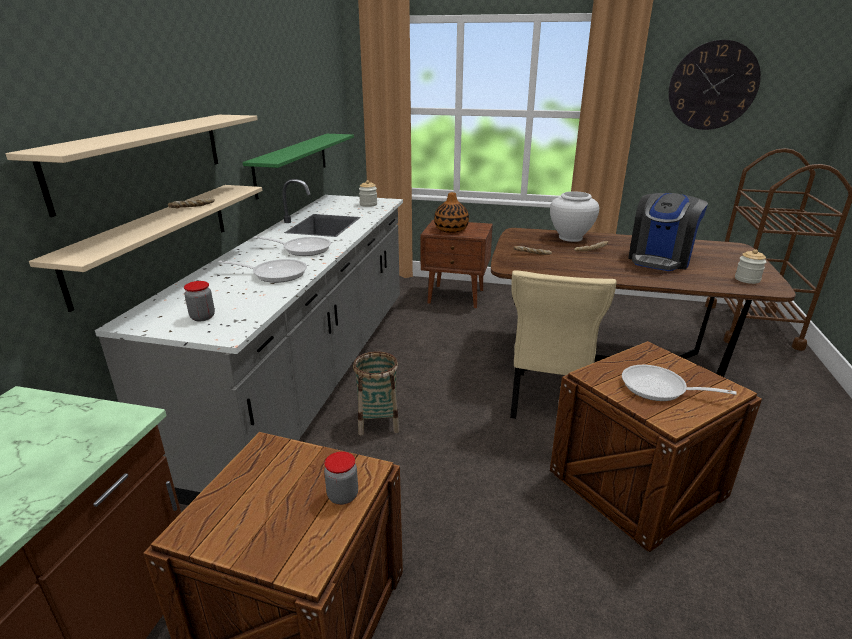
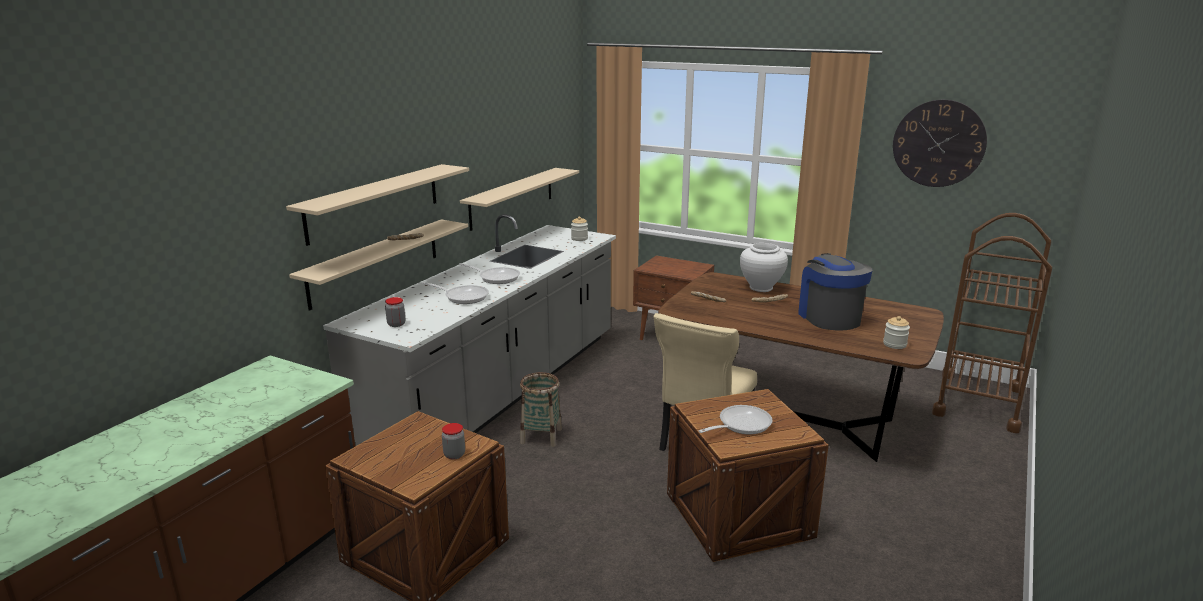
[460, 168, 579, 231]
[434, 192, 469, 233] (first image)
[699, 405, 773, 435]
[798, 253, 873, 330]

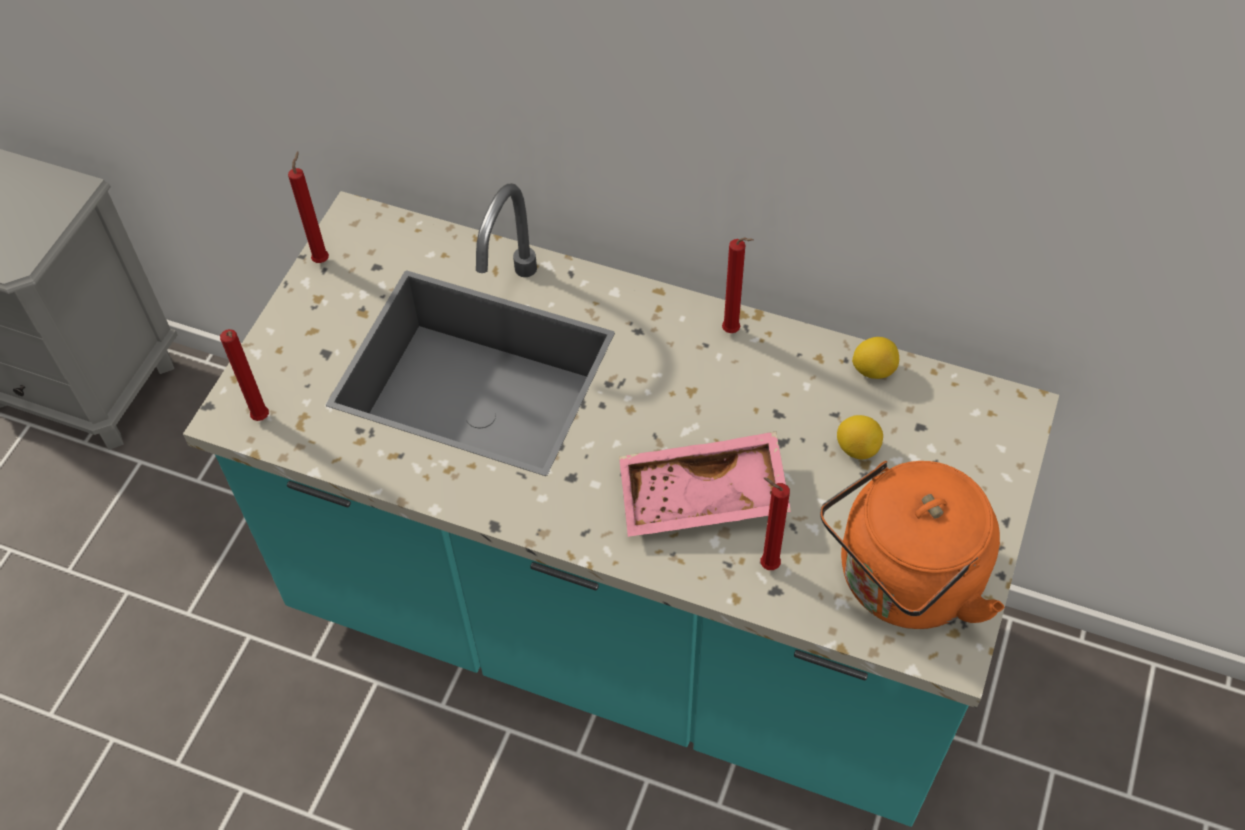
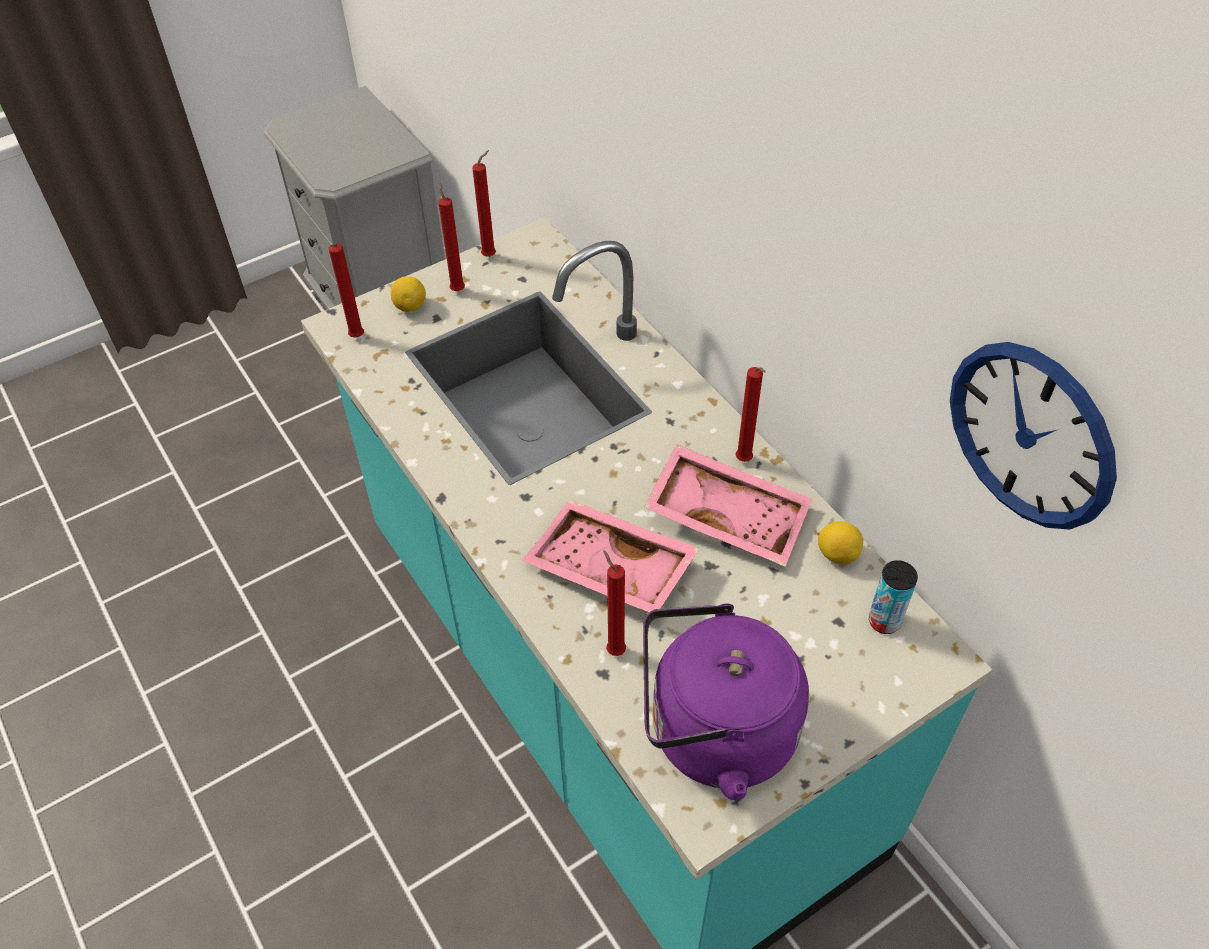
[643, 604, 809, 800]
[390, 276, 426, 312]
[439, 182, 465, 291]
[644, 444, 812, 567]
[869, 560, 918, 634]
[950, 342, 1117, 530]

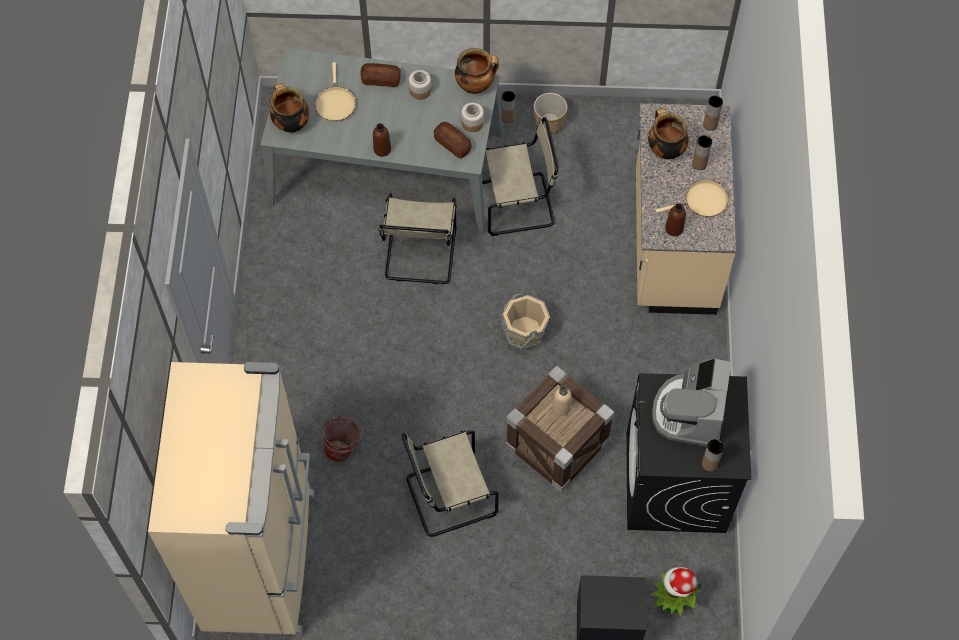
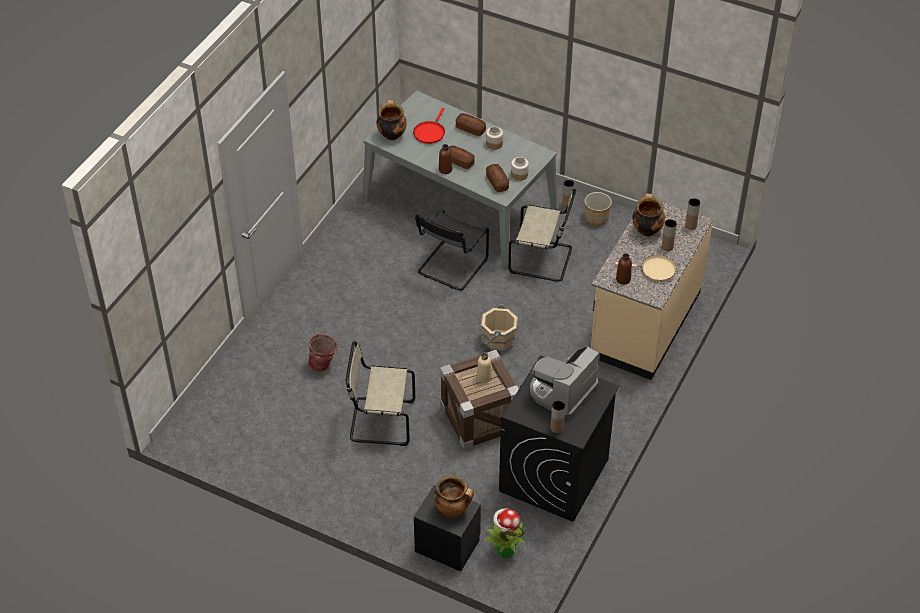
[148, 362, 315, 635] (first image)
[413, 108, 445, 144]
[415, 210, 489, 291]
[433, 475, 474, 517]
[448, 146, 475, 169]

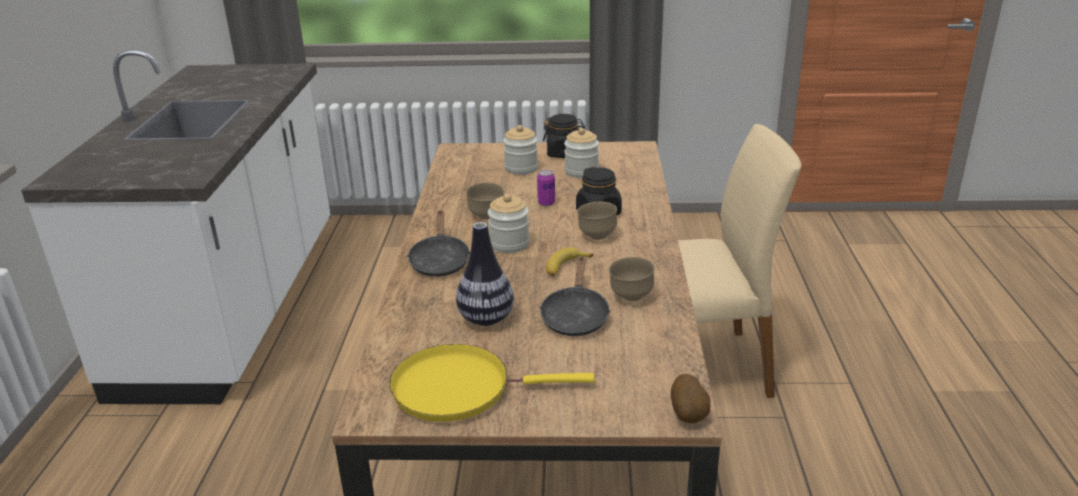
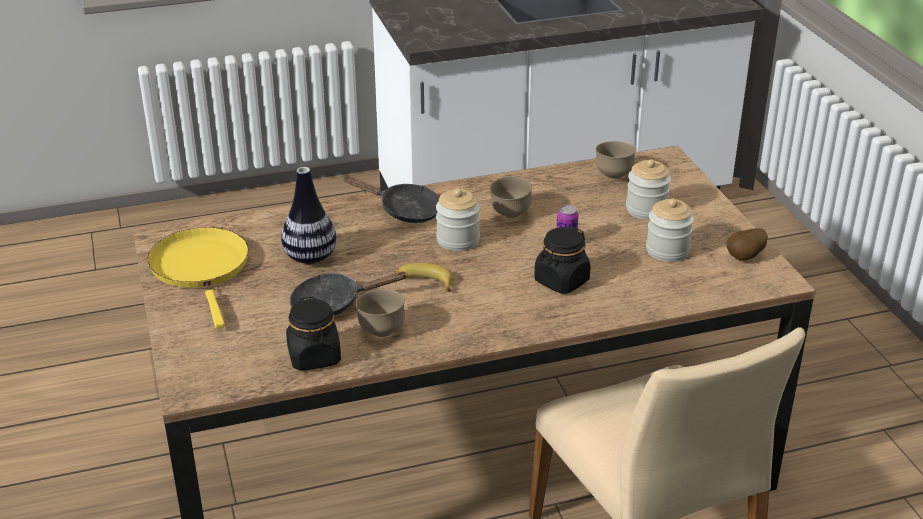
[343, 176, 439, 223]
[286, 296, 341, 370]
[596, 141, 636, 179]
[727, 228, 768, 260]

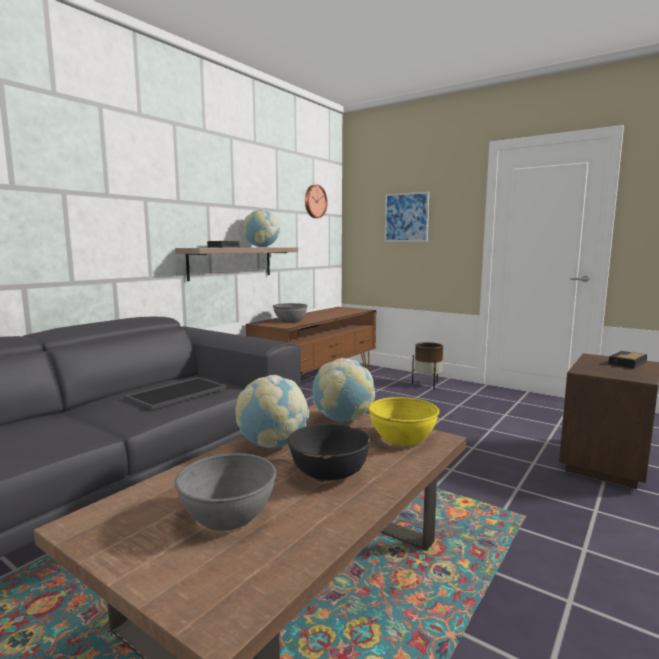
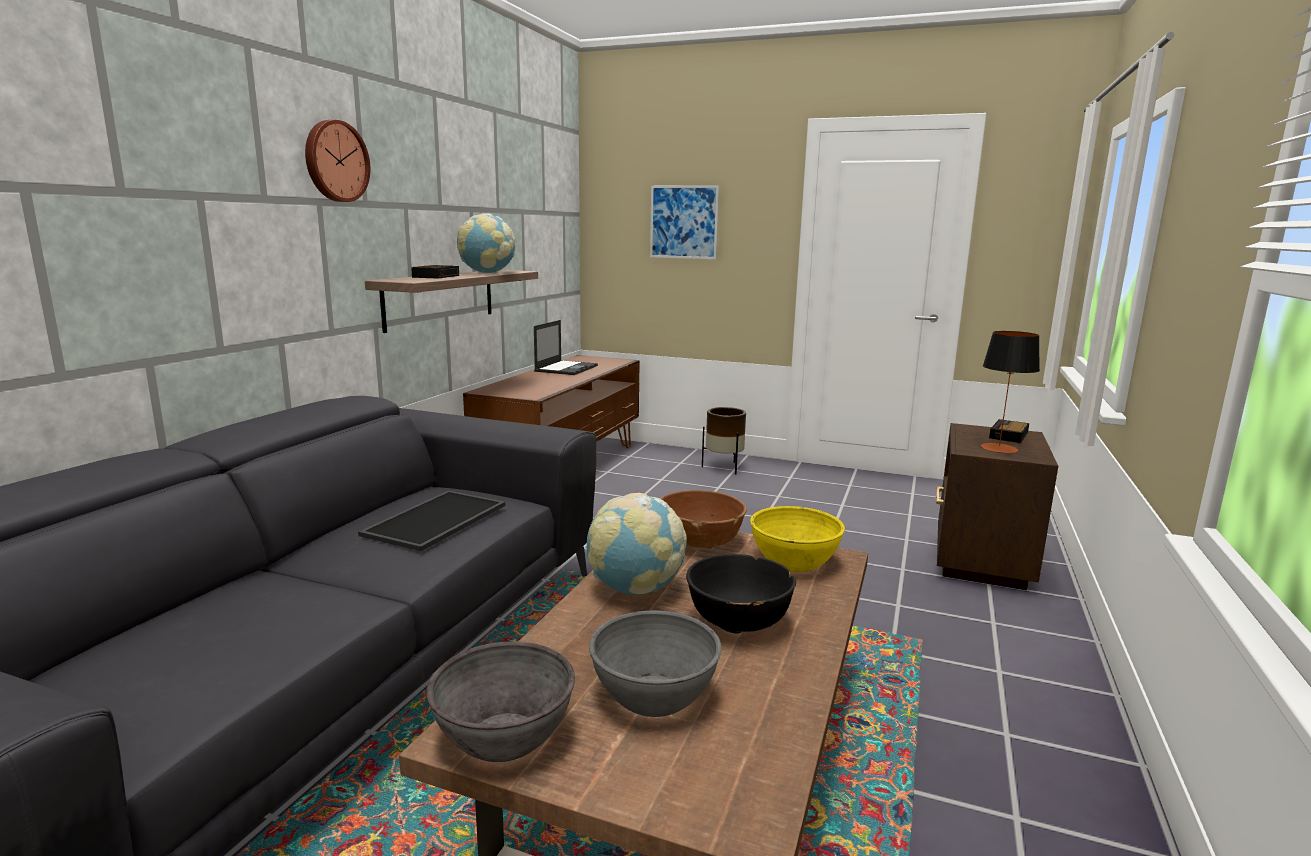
[426, 641, 575, 762]
[305, 120, 371, 202]
[661, 490, 746, 549]
[534, 320, 598, 375]
[981, 331, 1040, 453]

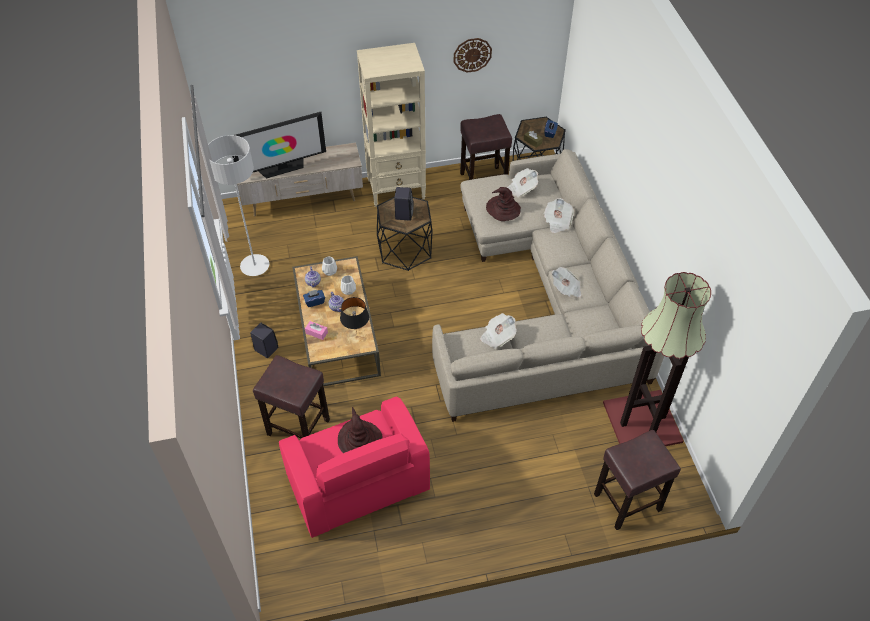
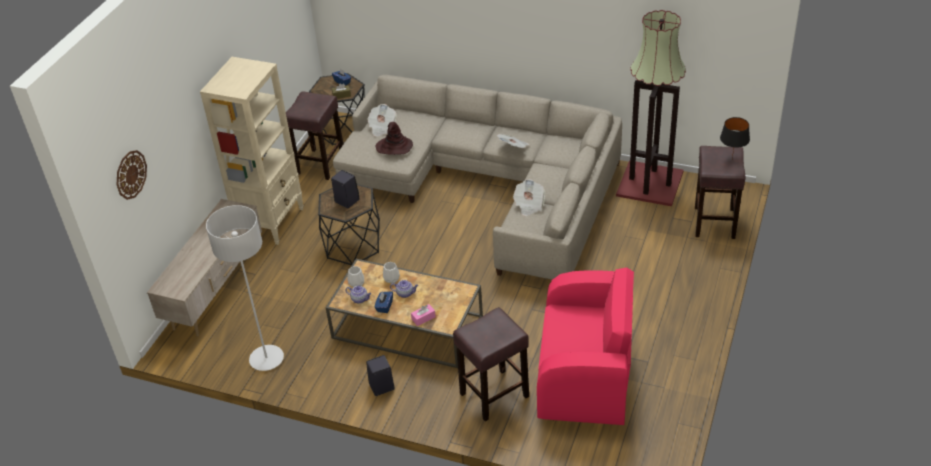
[232, 112, 326, 178] (first image)
[338, 407, 383, 453] (first image)
[720, 117, 750, 159]
[116, 150, 147, 200]
[544, 198, 574, 233] (first image)

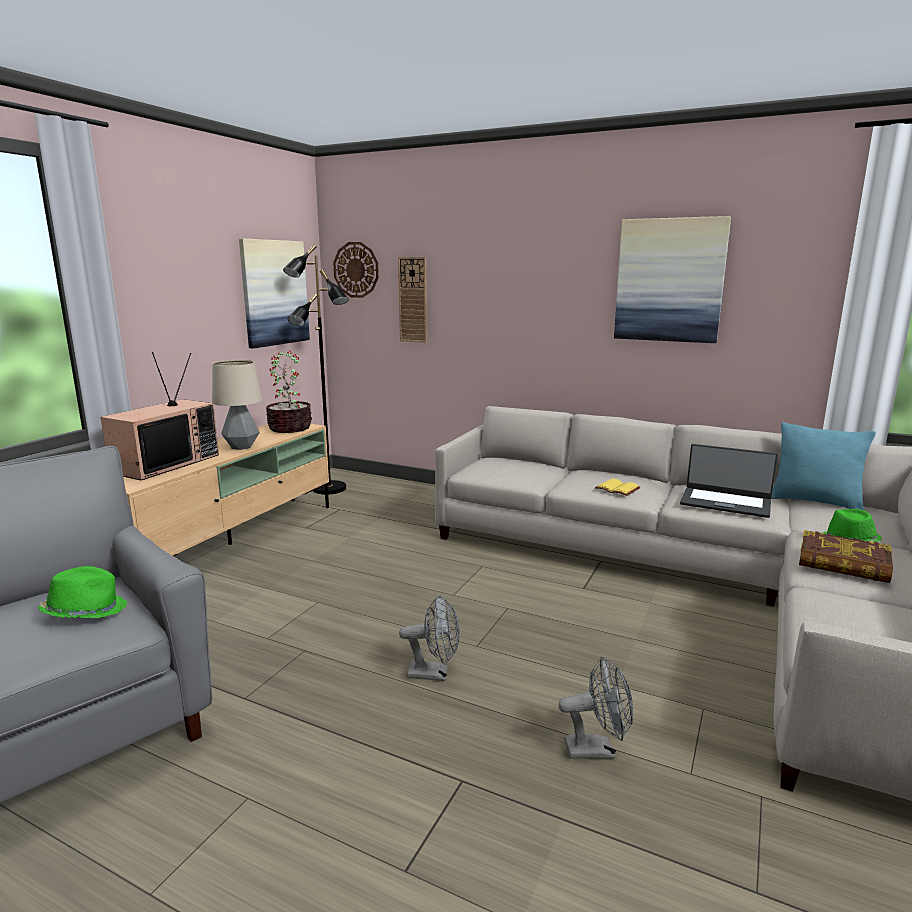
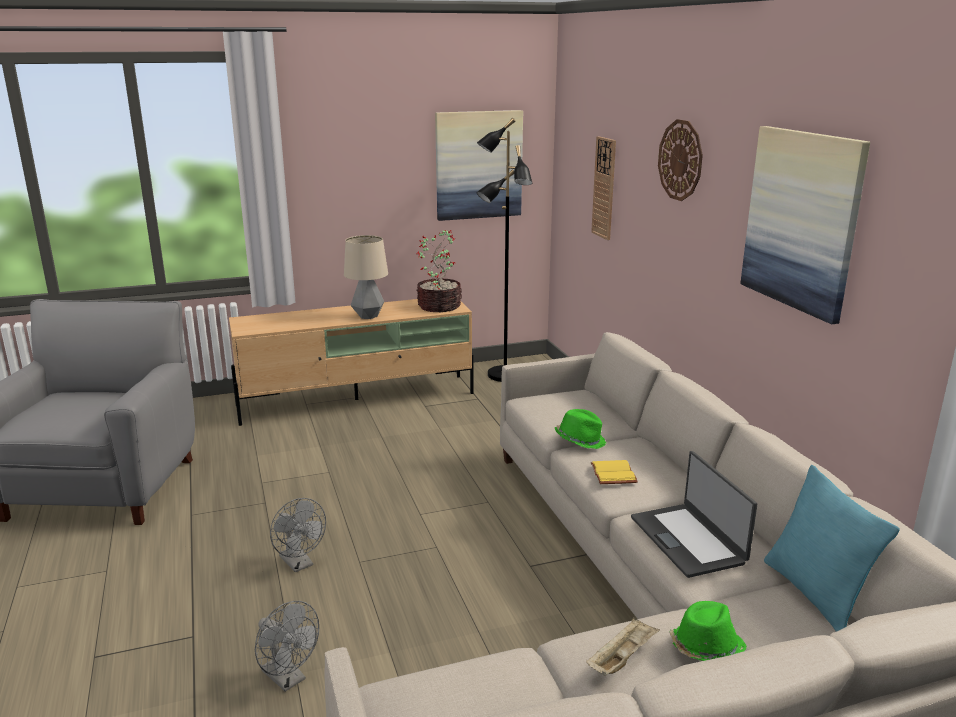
[555, 409, 606, 449]
[101, 352, 219, 480] (first image)
[658, 119, 703, 201]
[586, 617, 660, 676]

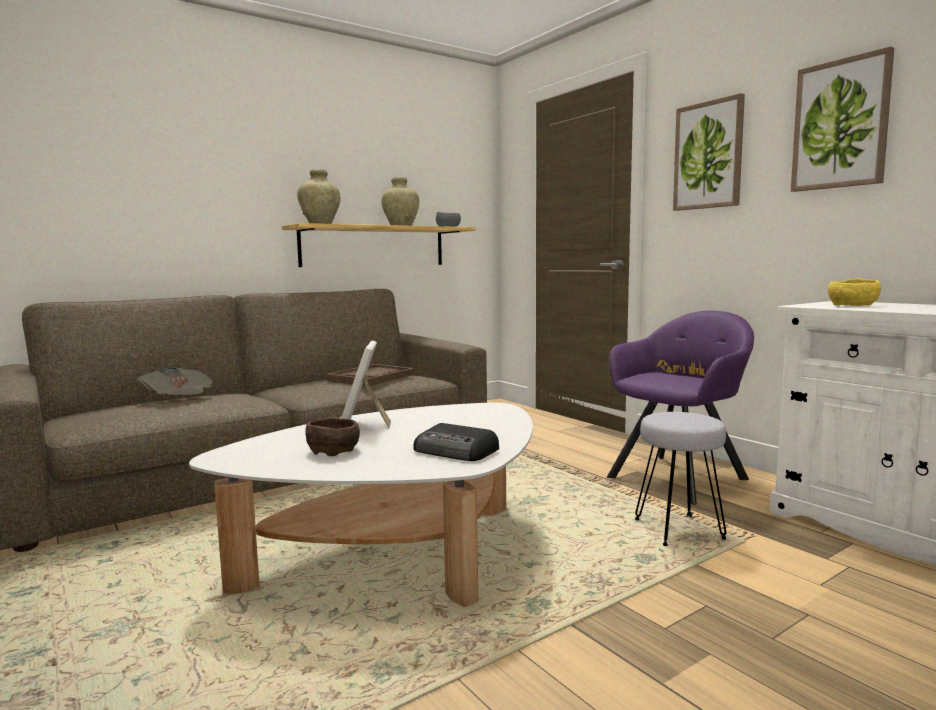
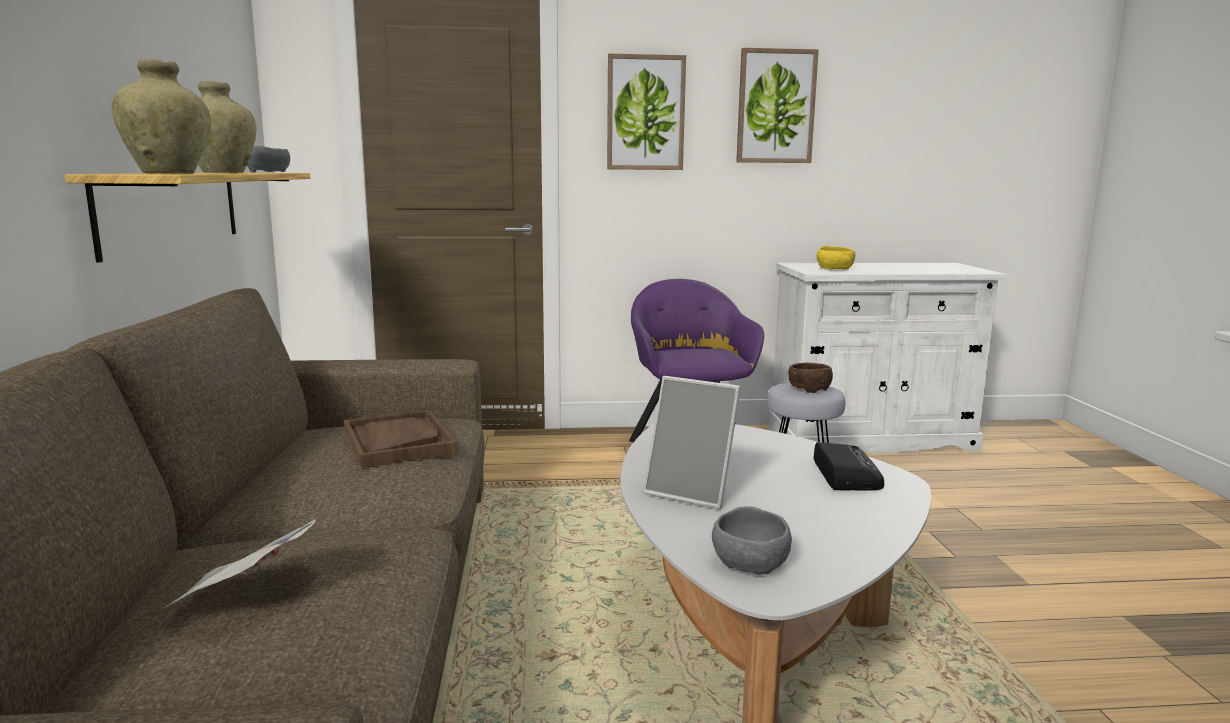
[788, 363, 833, 393]
[814, 442, 884, 491]
[712, 506, 792, 575]

